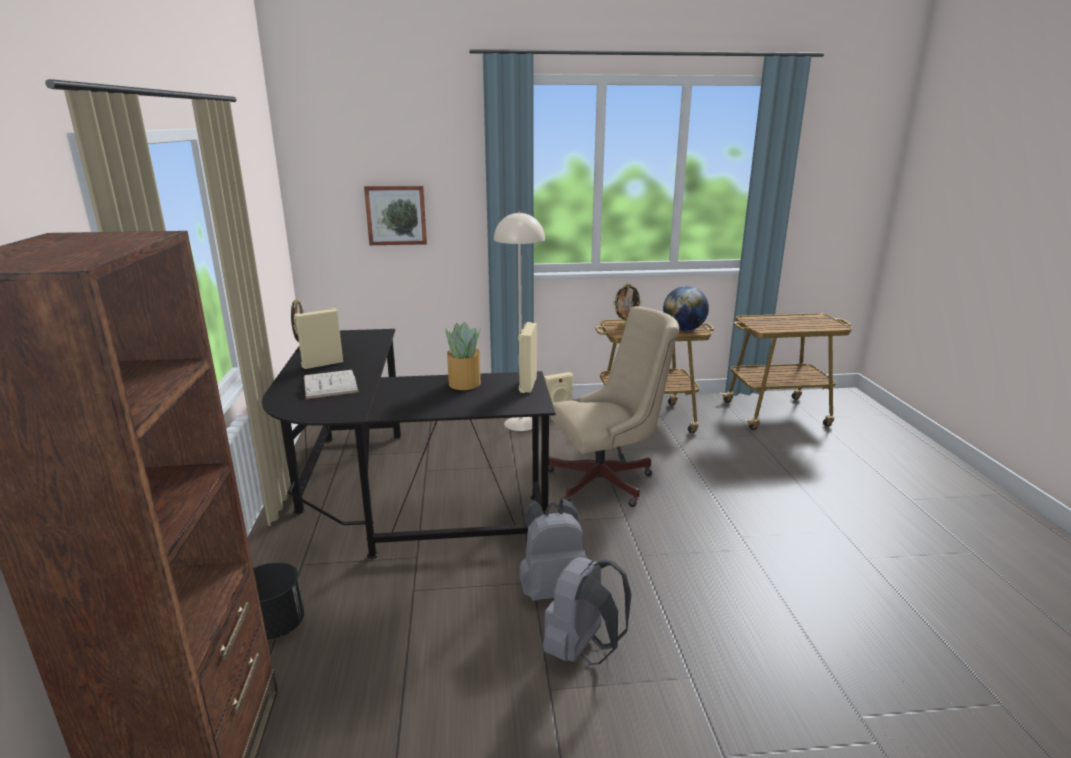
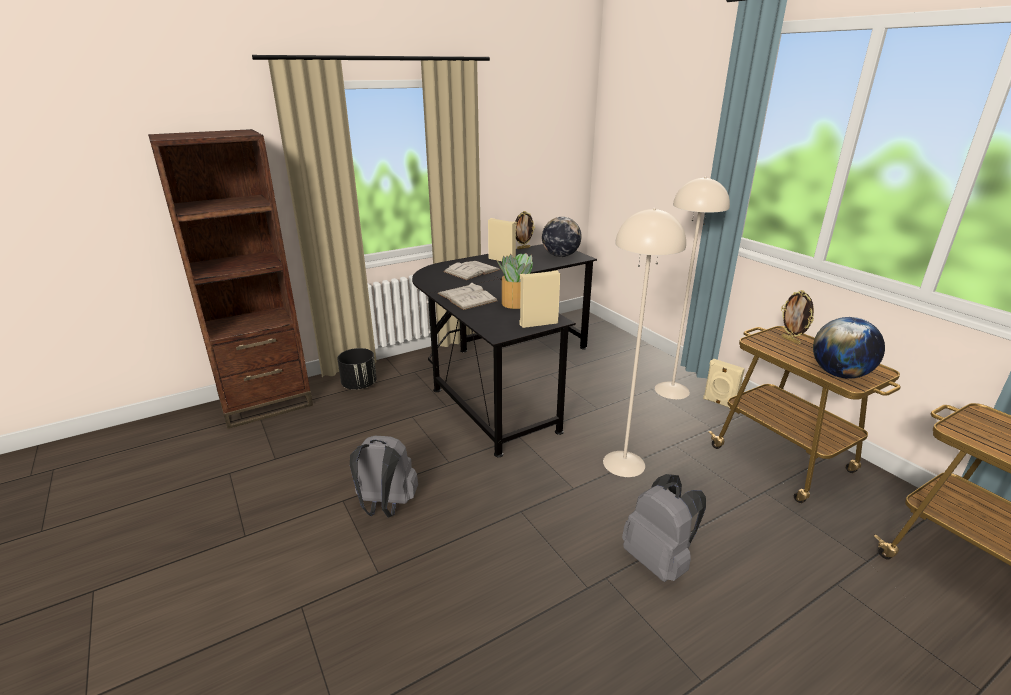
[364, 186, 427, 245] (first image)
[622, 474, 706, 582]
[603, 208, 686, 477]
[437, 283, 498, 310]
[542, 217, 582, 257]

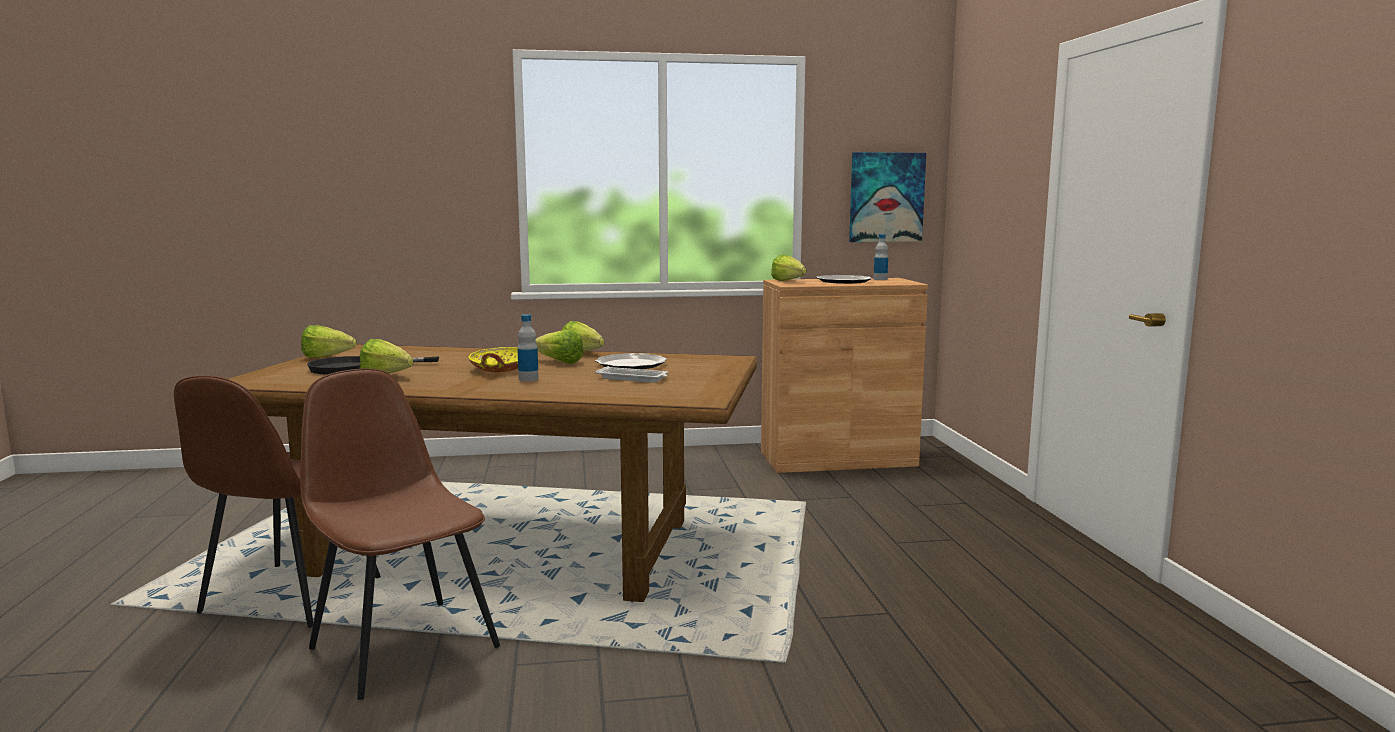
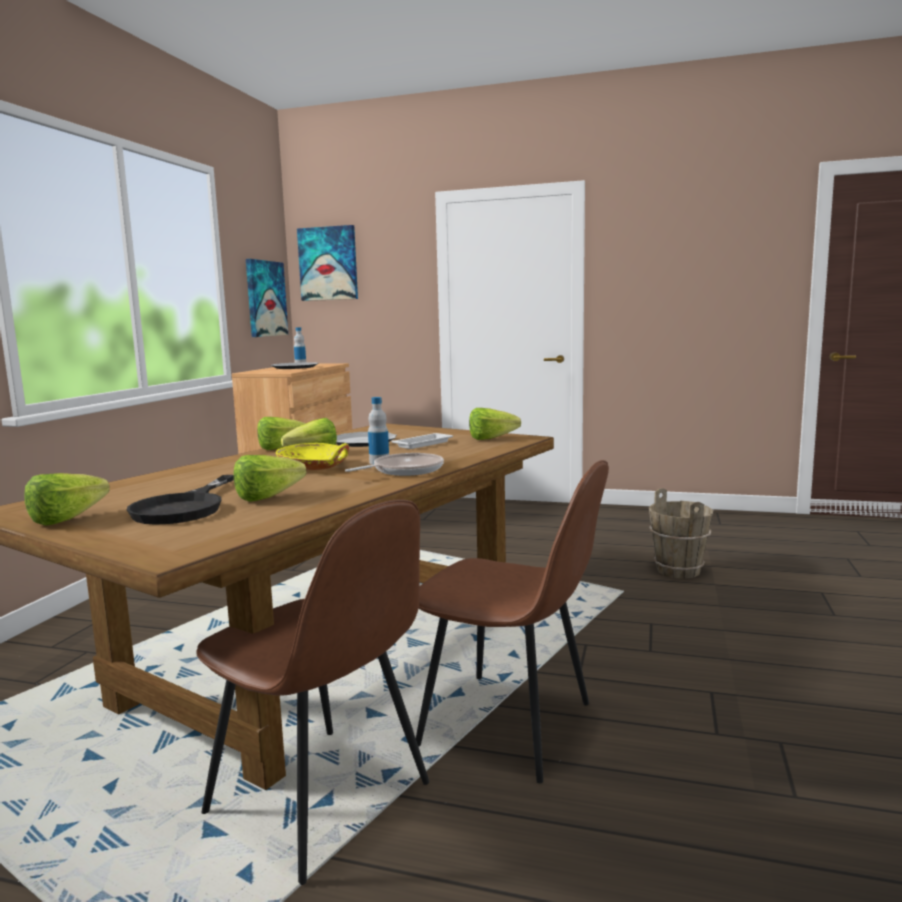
[416, 460, 609, 783]
[469, 408, 521, 440]
[297, 225, 358, 301]
[345, 453, 444, 476]
[649, 488, 713, 579]

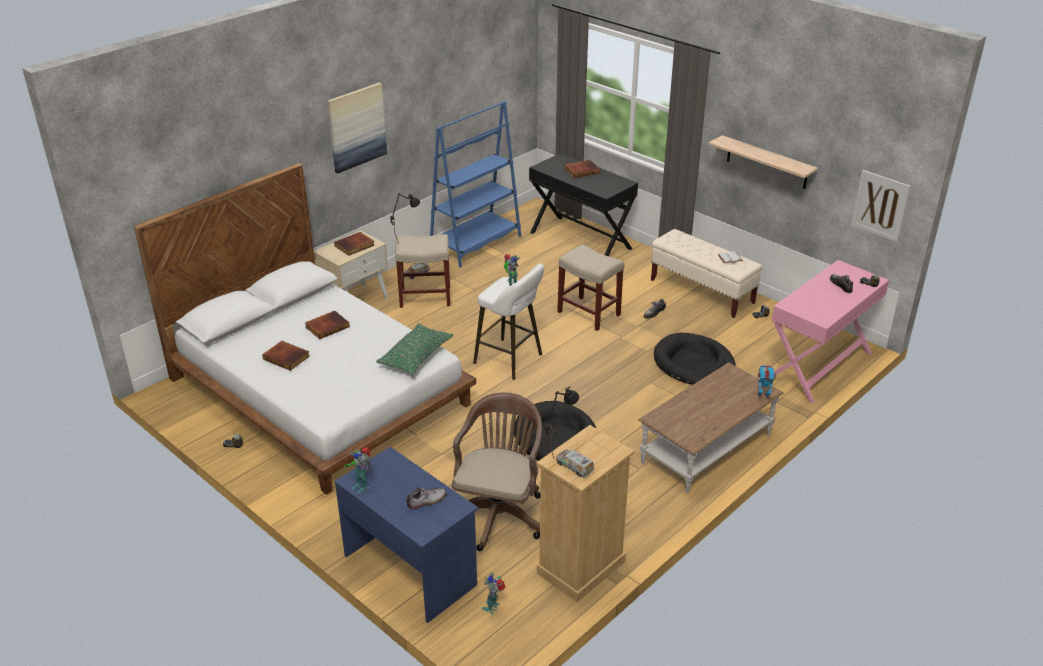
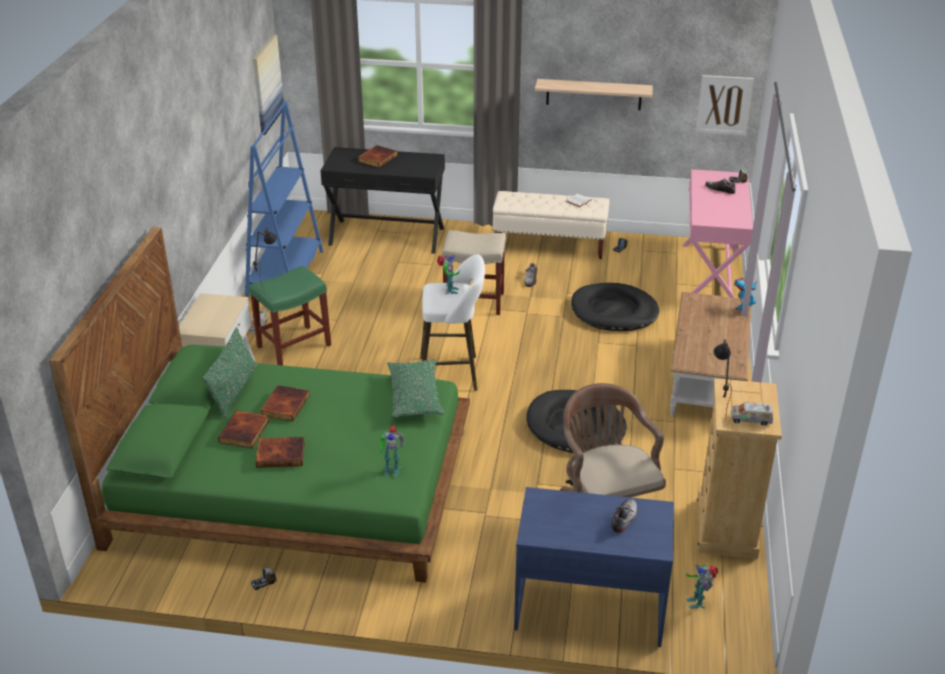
[49, 227, 470, 583]
[253, 34, 284, 135]
[218, 410, 269, 448]
[380, 425, 404, 476]
[249, 266, 331, 365]
[202, 327, 258, 419]

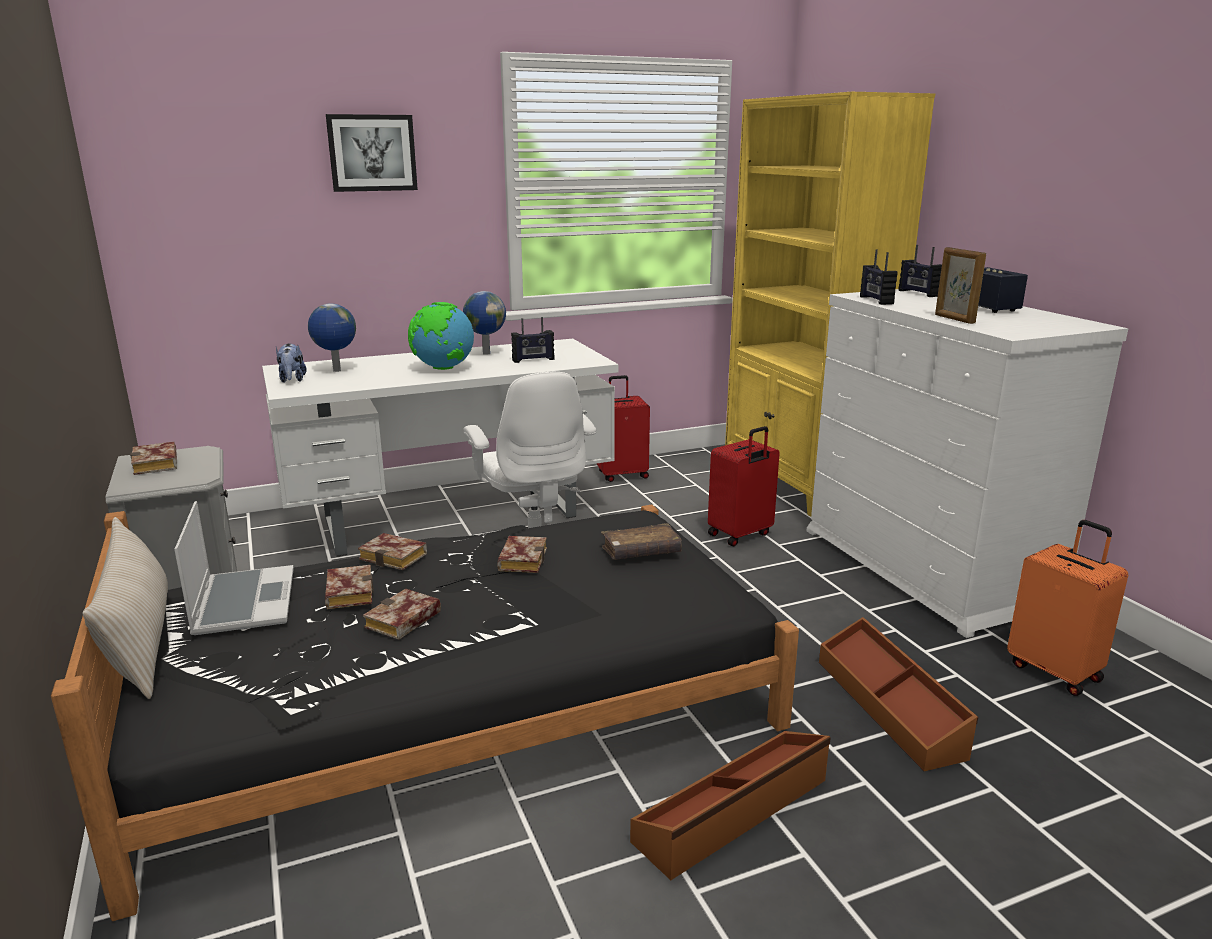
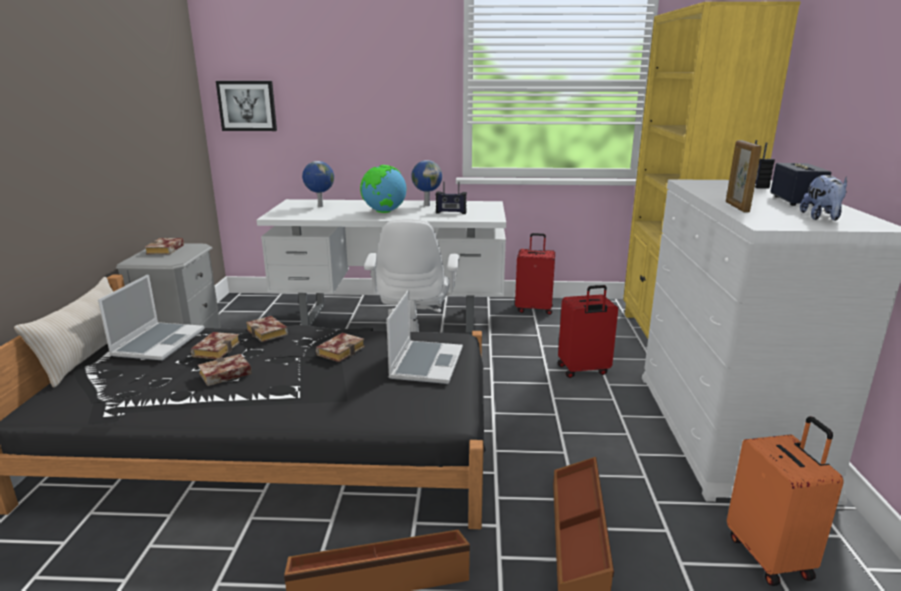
[800, 175, 847, 221]
[216, 81, 277, 131]
[387, 290, 463, 384]
[860, 249, 898, 305] (first image)

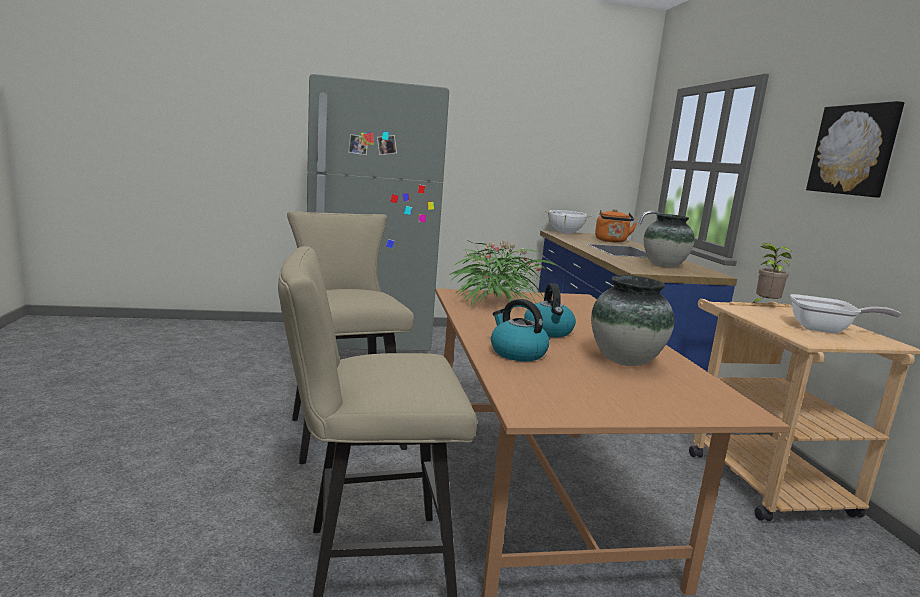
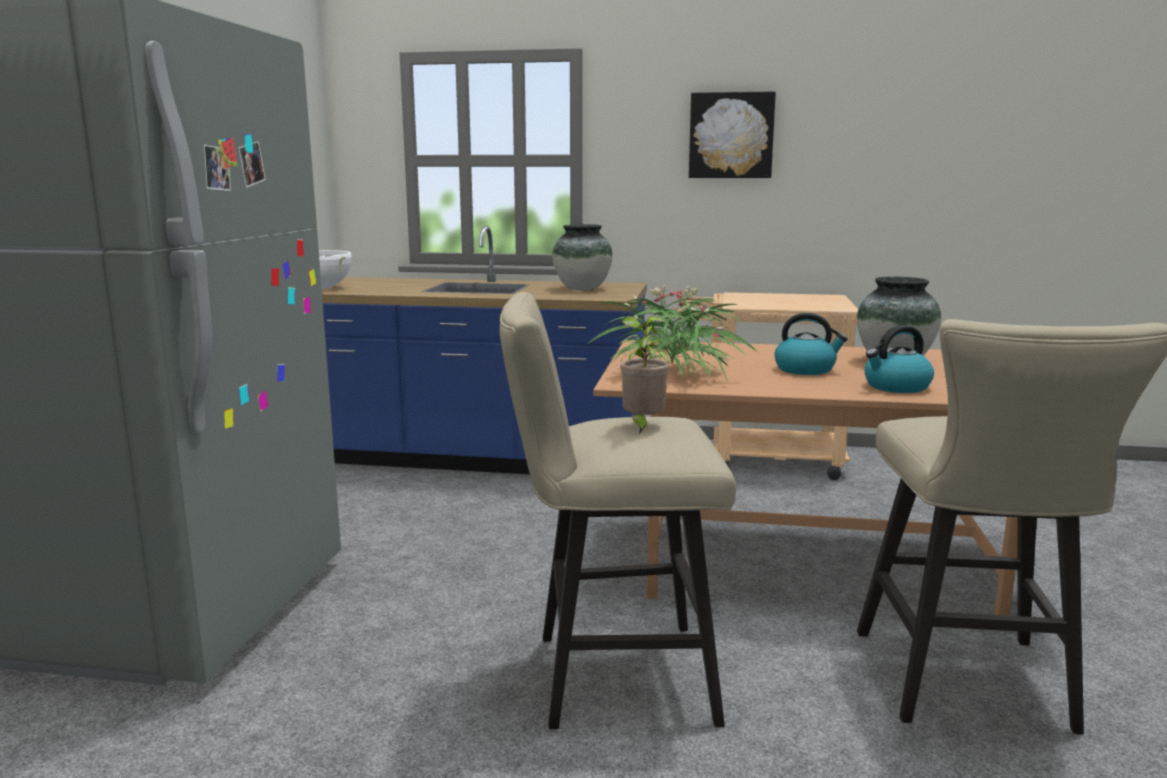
[595, 209, 637, 243] (first image)
[620, 316, 671, 434]
[790, 294, 901, 334] (first image)

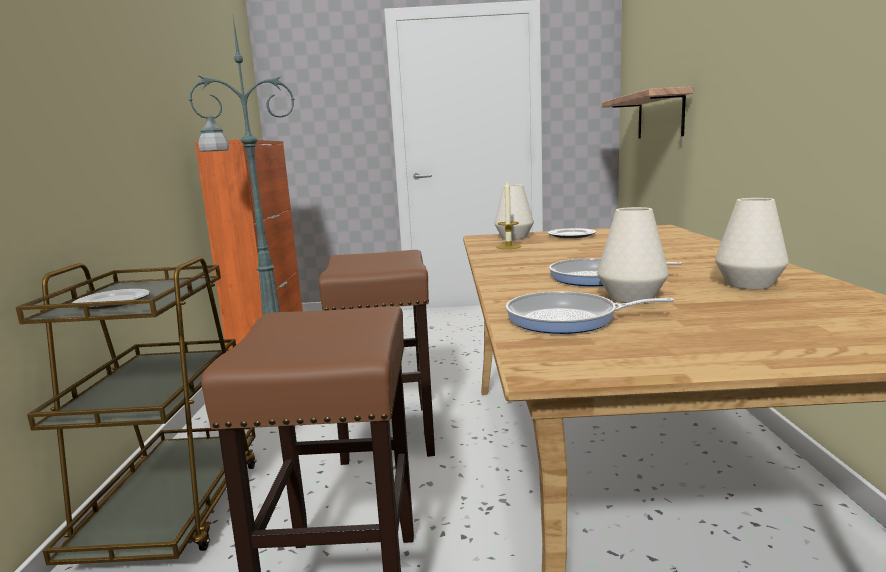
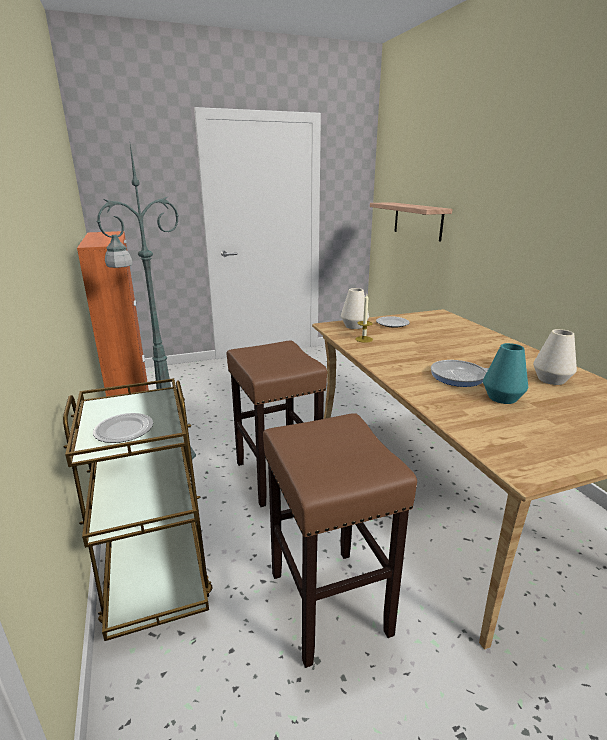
[506, 292, 674, 334] (first image)
[483, 343, 528, 404]

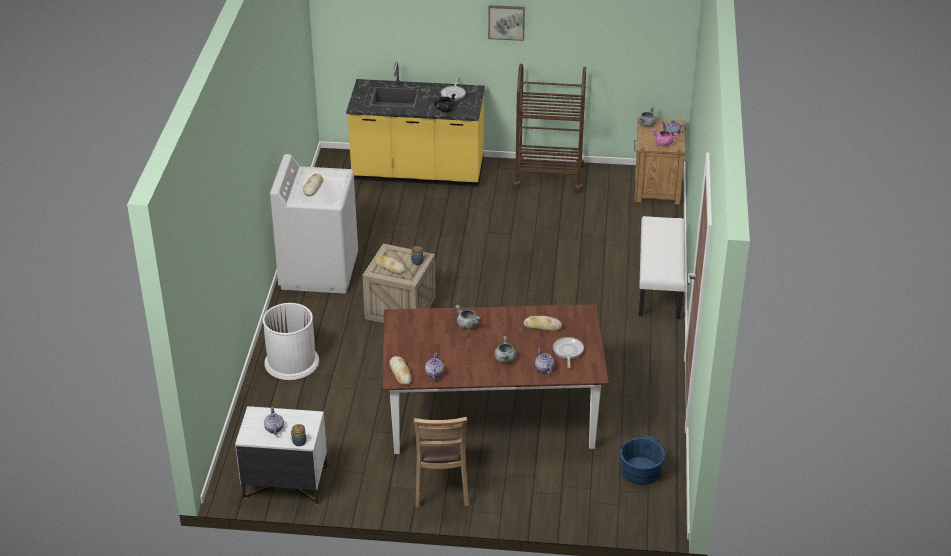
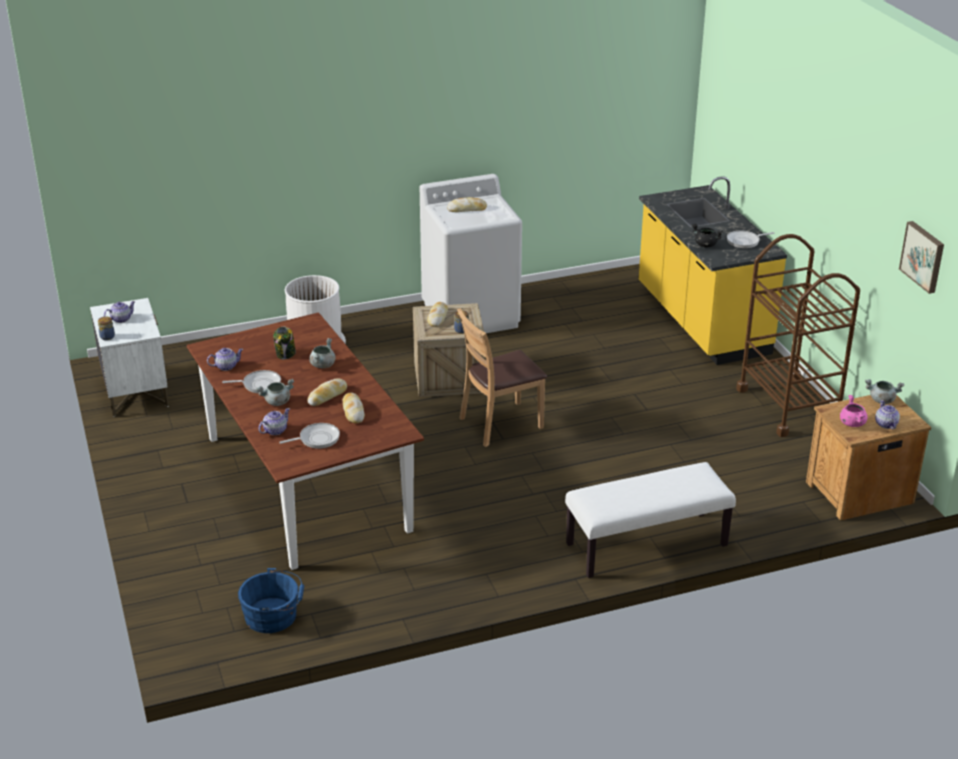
[307, 378, 347, 406]
[457, 308, 547, 447]
[899, 221, 944, 294]
[222, 370, 281, 393]
[273, 327, 296, 359]

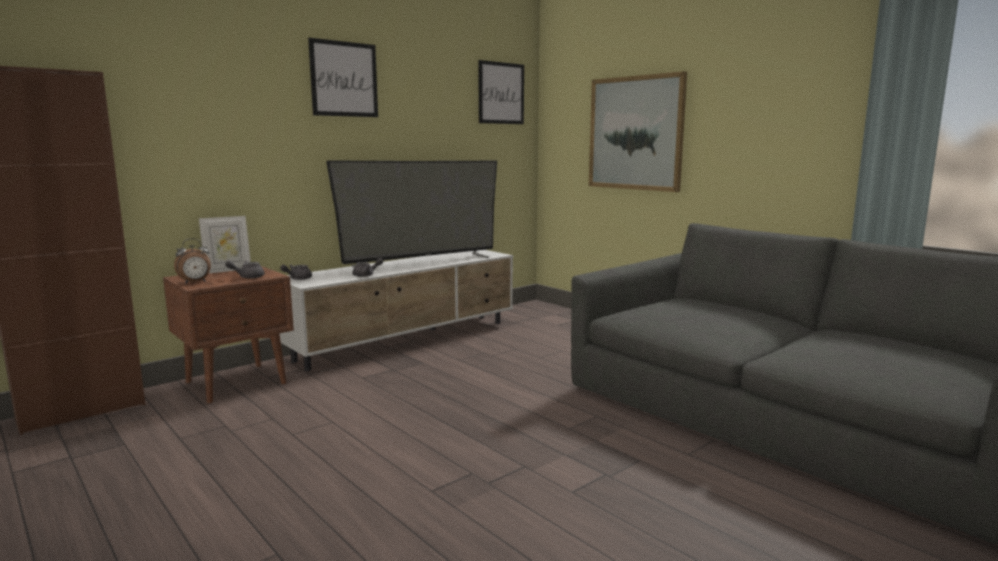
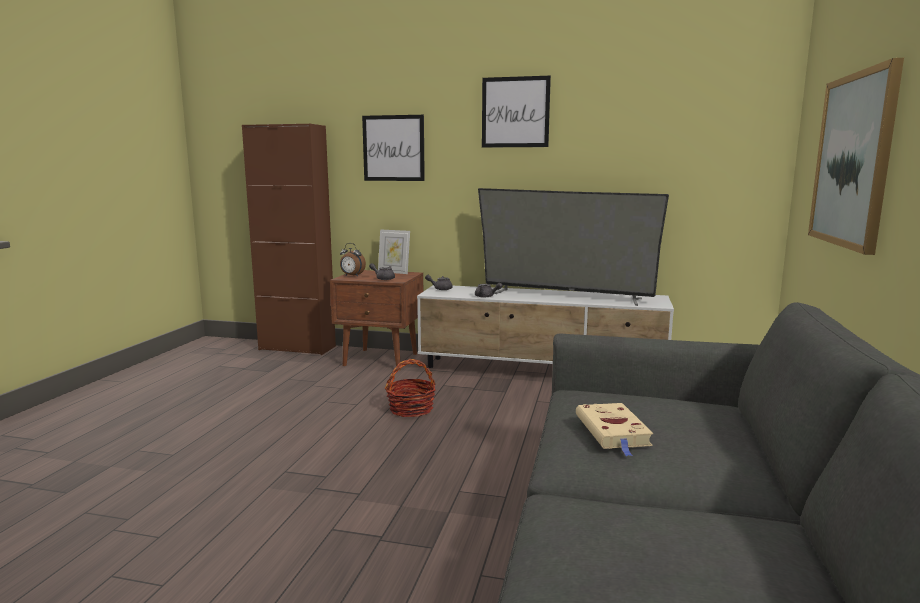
[362, 115, 425, 181]
[385, 359, 436, 417]
[576, 403, 653, 456]

